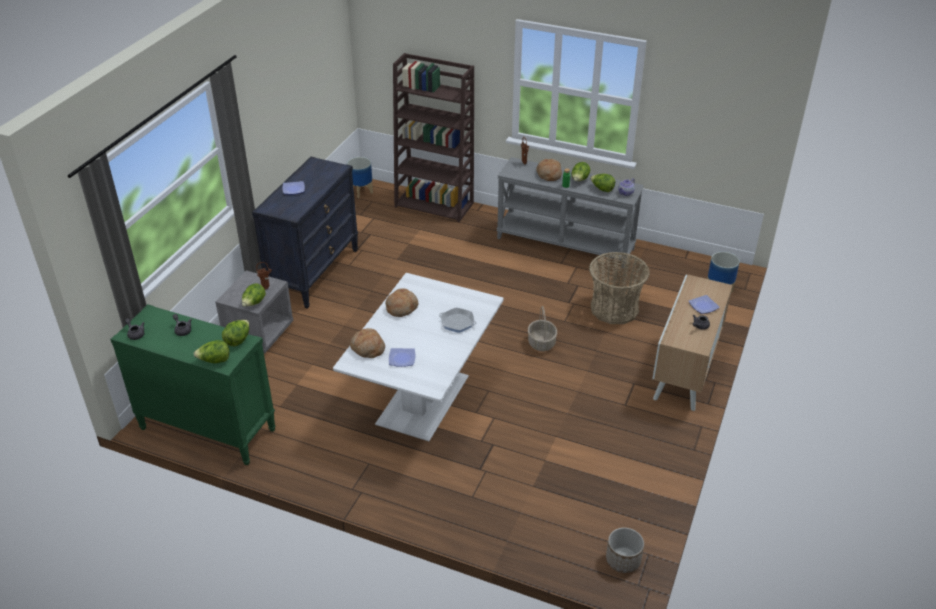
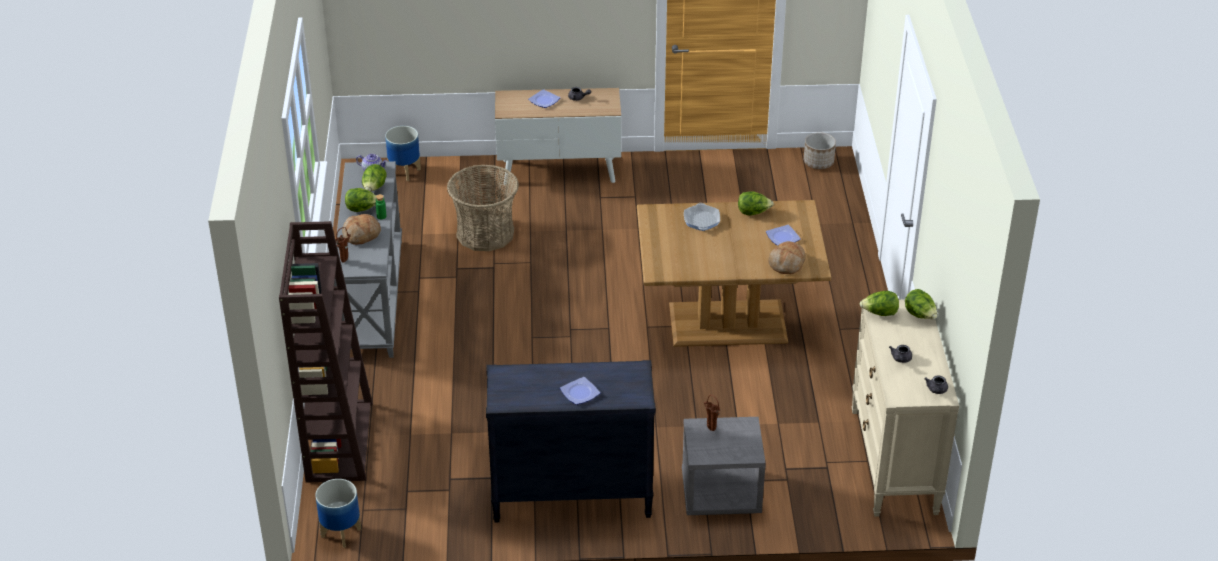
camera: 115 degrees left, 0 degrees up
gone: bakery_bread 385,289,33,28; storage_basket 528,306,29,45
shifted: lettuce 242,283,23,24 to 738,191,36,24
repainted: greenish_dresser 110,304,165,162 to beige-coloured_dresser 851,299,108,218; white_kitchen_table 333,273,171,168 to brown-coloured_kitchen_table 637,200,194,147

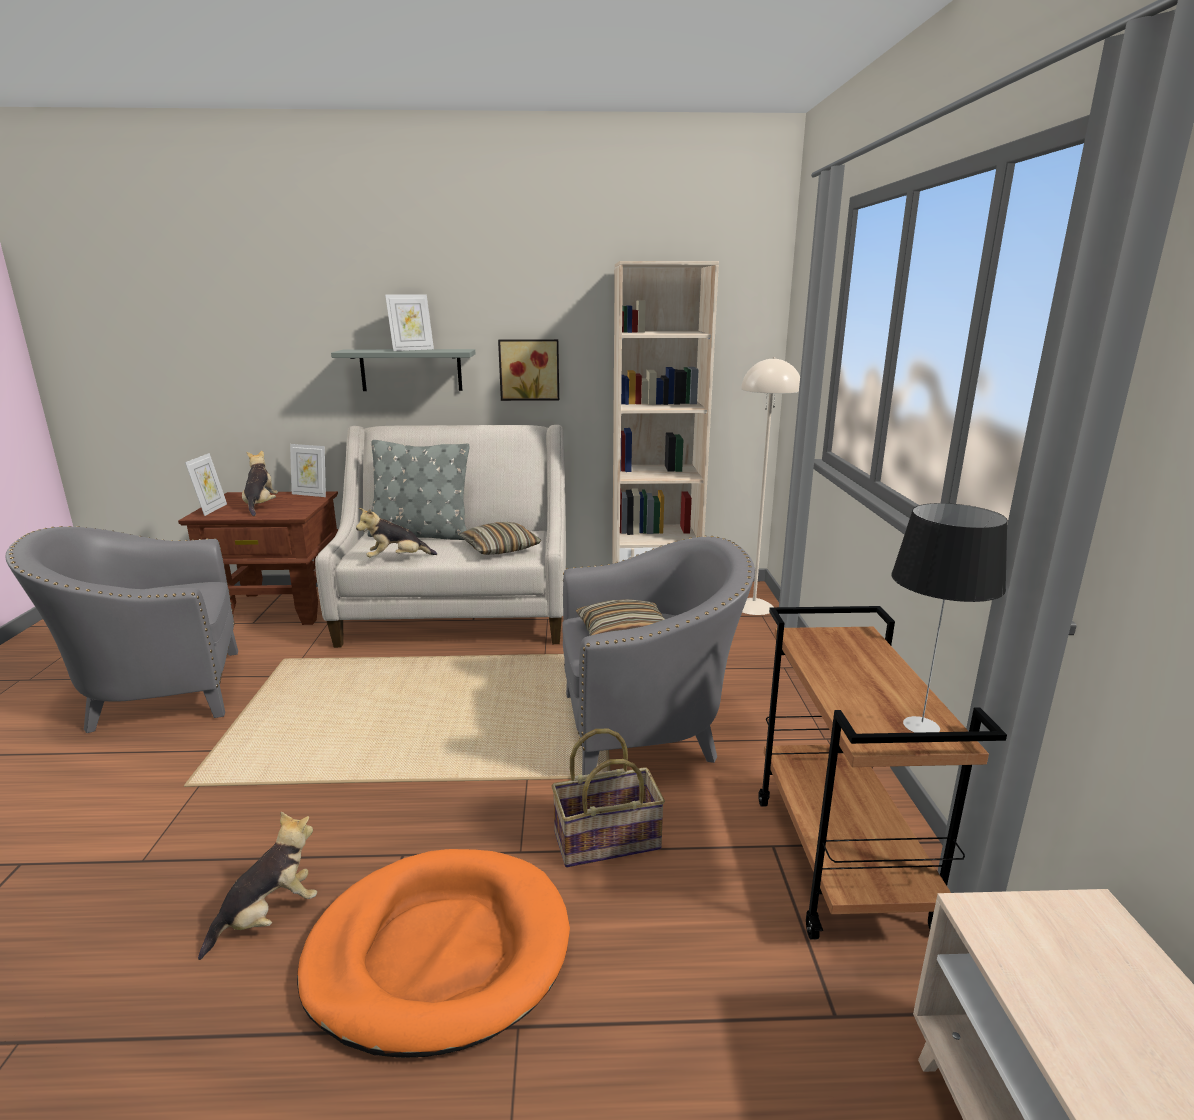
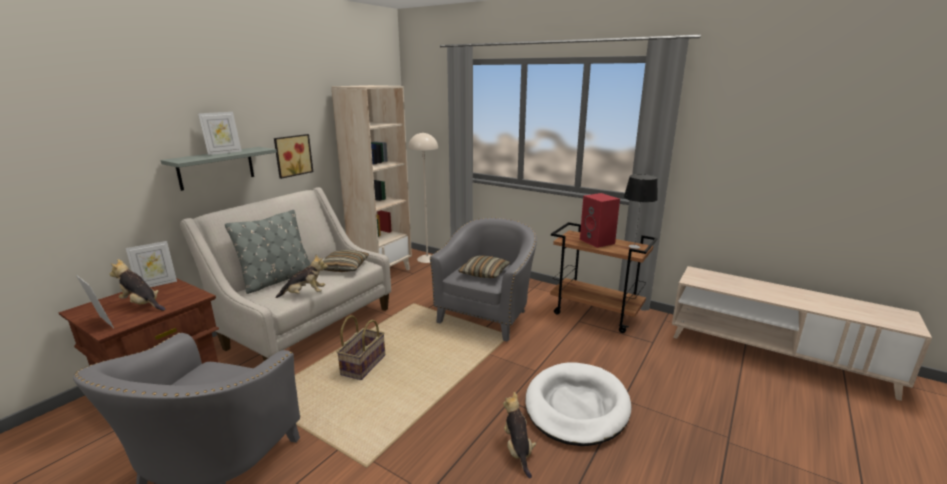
camera: 55 degrees left, 0 degrees up
new: red-coloured_speaker 580,193,40,55
shifted: storage_basket 551,729,114,138 to 337,315,48,65
repainted: orange_pet_bed 297,849,273,209 to white_pet_bed 525,363,106,83
rotated: cuddly_toy 356,508,81,50 = 276,255,52,43 120 degrees counterclockwise; standing_frame 385,295,49,56 = 198,112,44,43 45 degrees clockwise

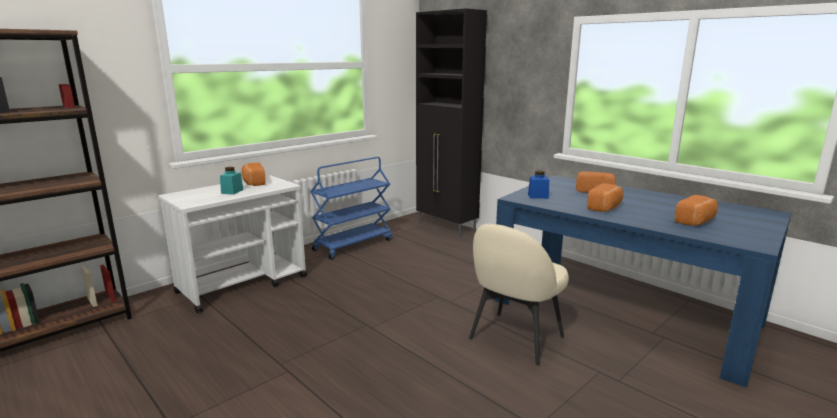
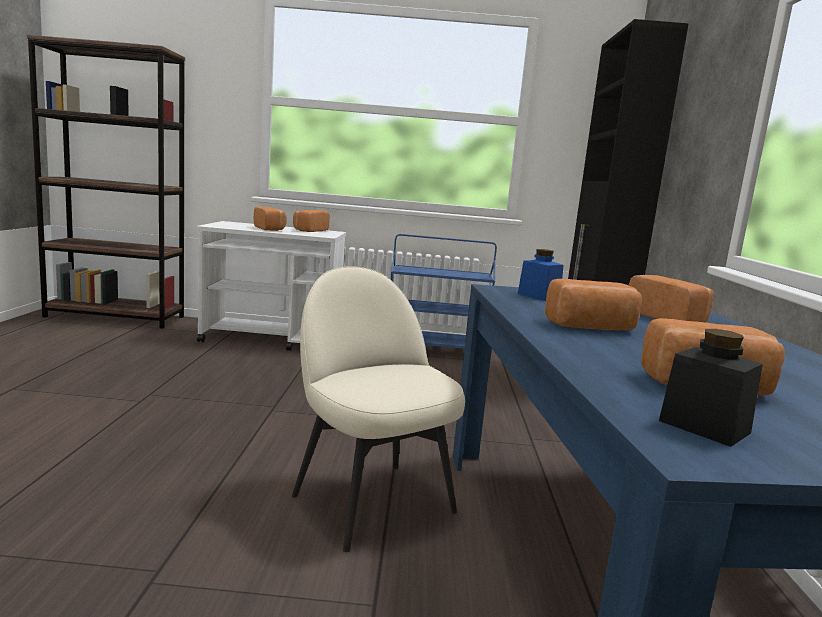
camera: 45 degrees right, 5 degrees down
new: black_preserve_jar 659,329,104,118
swapped: turquoise-coloured_preserve_jar 220,167,23,28 to bakery_bread 254,207,33,24
rotated: beige-coloured_plain_chair 469,224,100,141 = 292,266,173,286 60 degrees clockwise

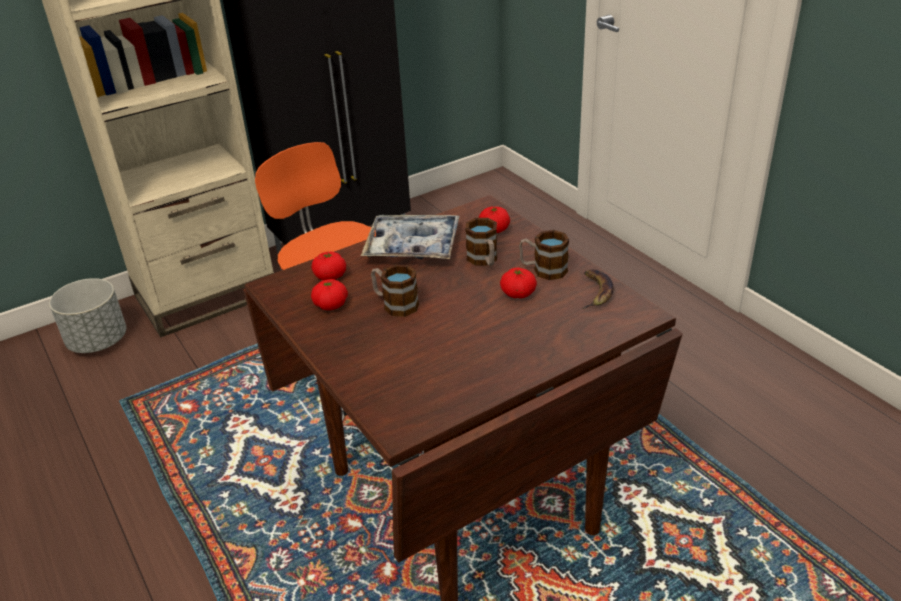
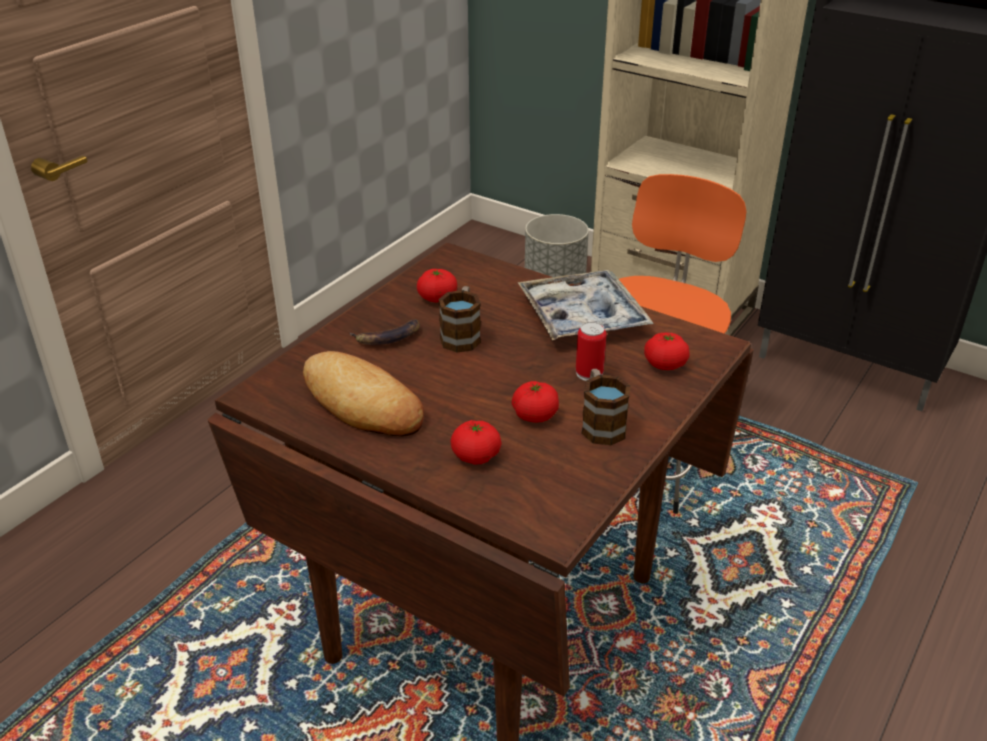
camera: 65 degrees right, 0 degrees up
new: bakery_bread 303,351,121,86
shifted: fresh_tomato 312,252,34,28 to 450,420,51,45; banana 582,270,31,39 to 350,319,70,26
swapped: tea_mug 465,218,32,48 to sealed_can 576,322,31,59

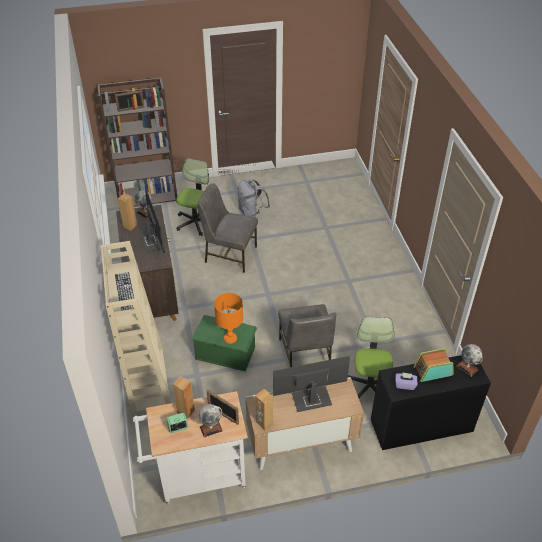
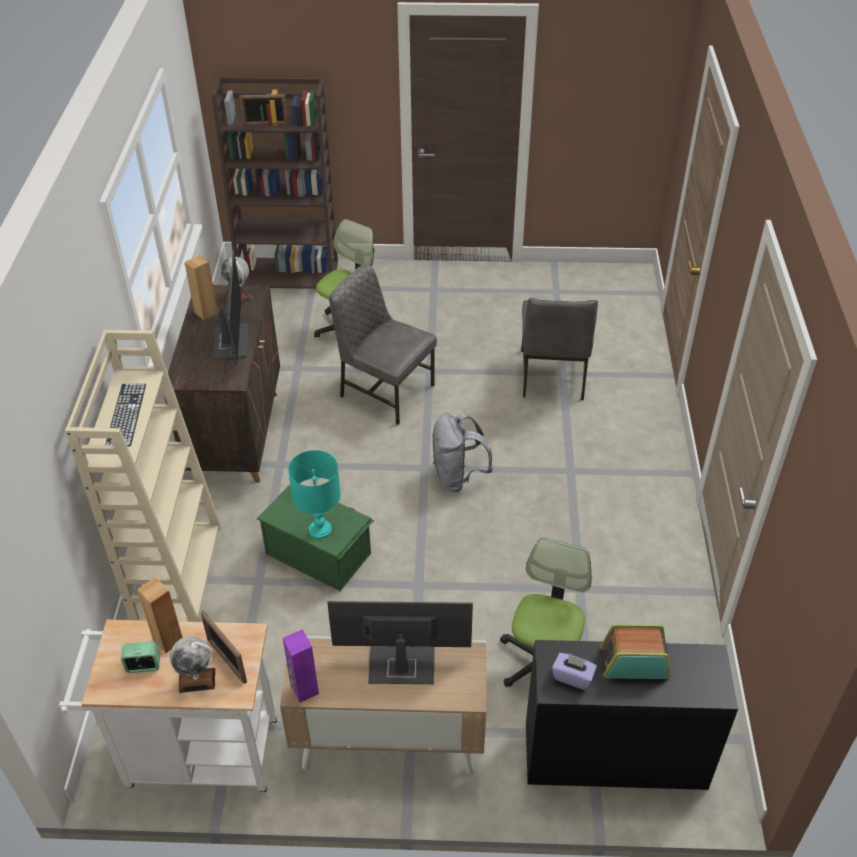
camera: 15 degrees right, 0 degrees up
gone: globe 457,344,26,33
shifted: grey_rucksack 238,179,32,39 to 433,413,60,79; grey_plain_chair 278,304,59,63 to 521,298,77,103
repainted: orange_lamp_for_a_table 214,293,29,51 to turquoise-coloured_lamp_for_a_table 288,450,53,89; brown-coloured_speaker 255,389,18,41 to purple_speaker 283,629,36,73

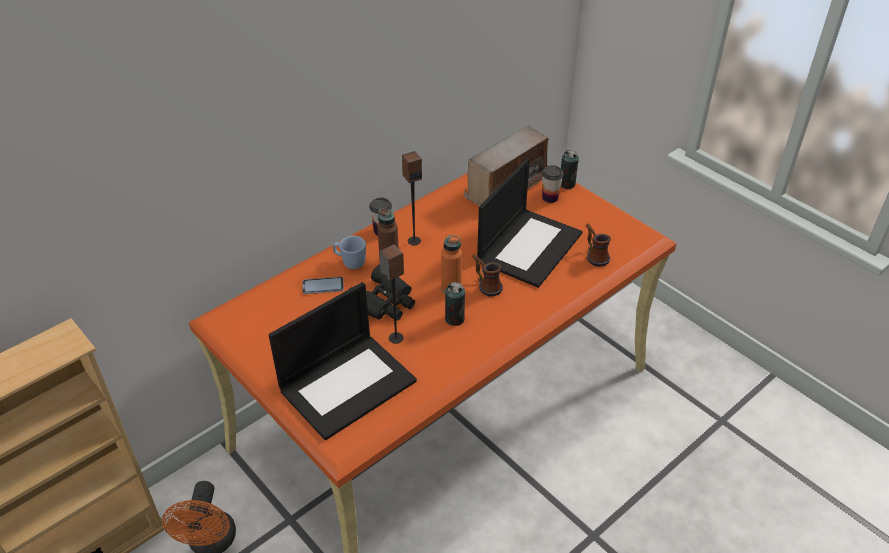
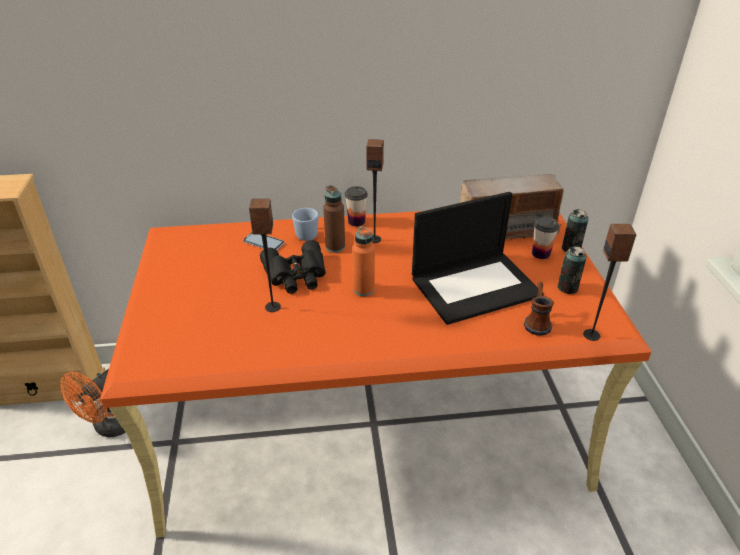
camera: 35 degrees right, 5 degrees down
gone: notebook_computer 268,282,149,158; tea_mug 472,254,31,42
new: speaker 583,224,54,117
shifted: sealed_can 445,282,20,44 to 557,246,30,48

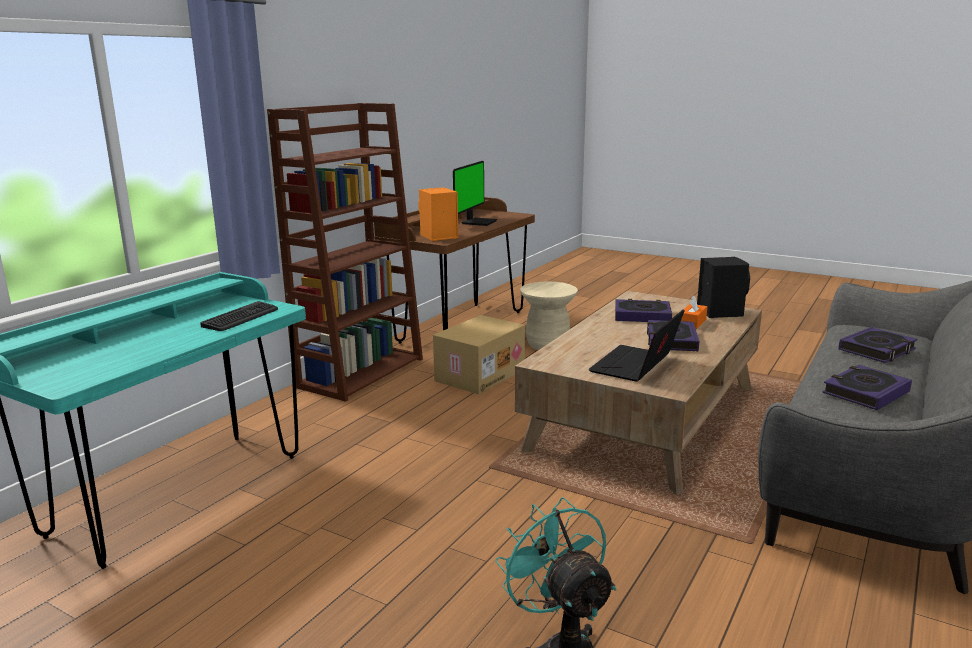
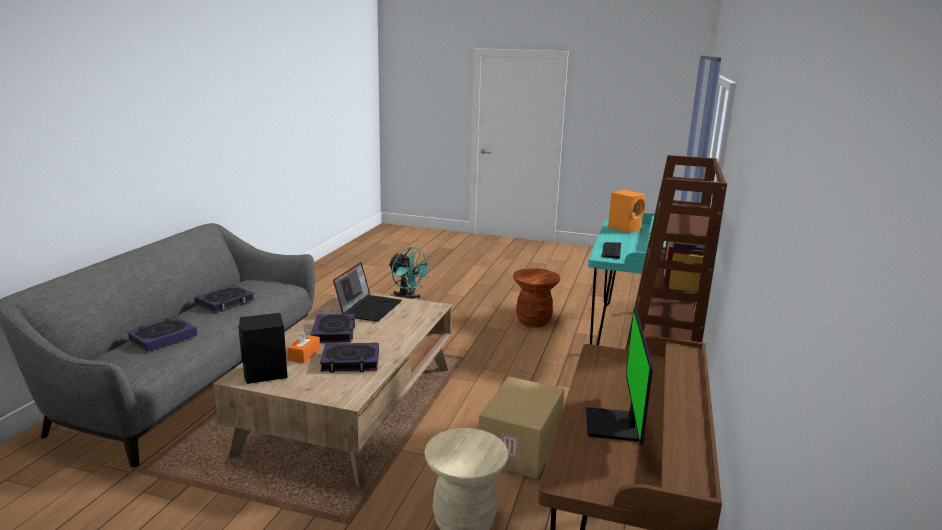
camera: 165 degrees right, 0 degrees up
new: brown-coloured_stool_seat 513,268,47,59
shifted: orange_speaker 418,187,40,54 to 608,190,38,43

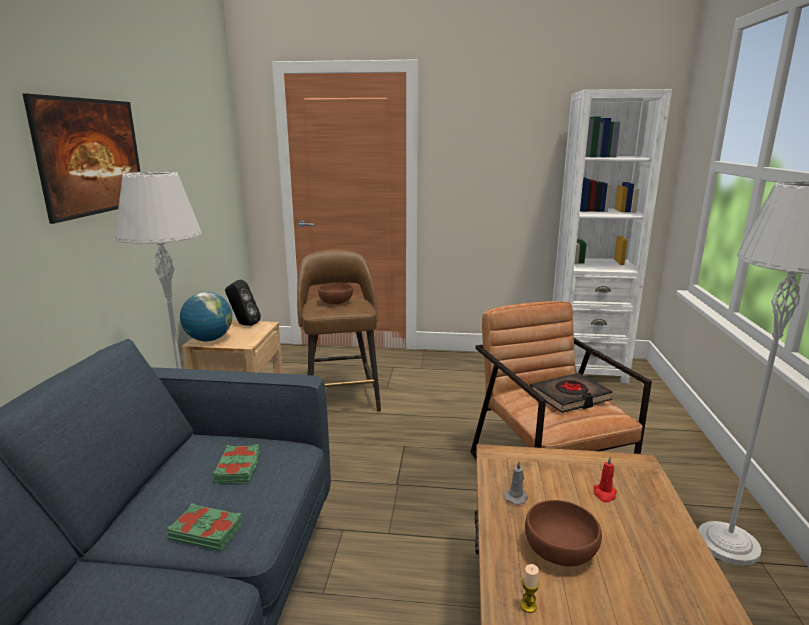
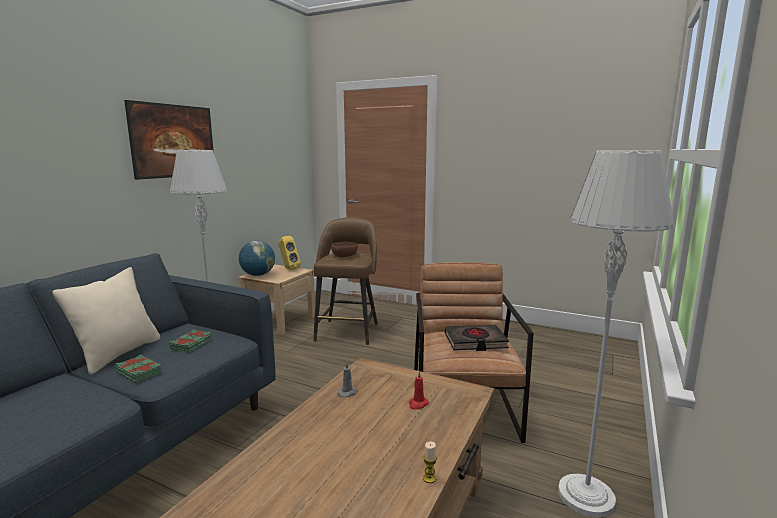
camera: 20 degrees right, 5 degrees down
gone: brown-coloured_deep_dish 525,500,77,66; white_bookcase 553,89,119,295
new: beige-coloured_pillow 52,267,108,108
shifted: wax_candle 520,564,19,49 to 423,442,14,41
repainted: black_speaker 225,280,36,46 to yellow-coloured_speaker 278,236,23,34

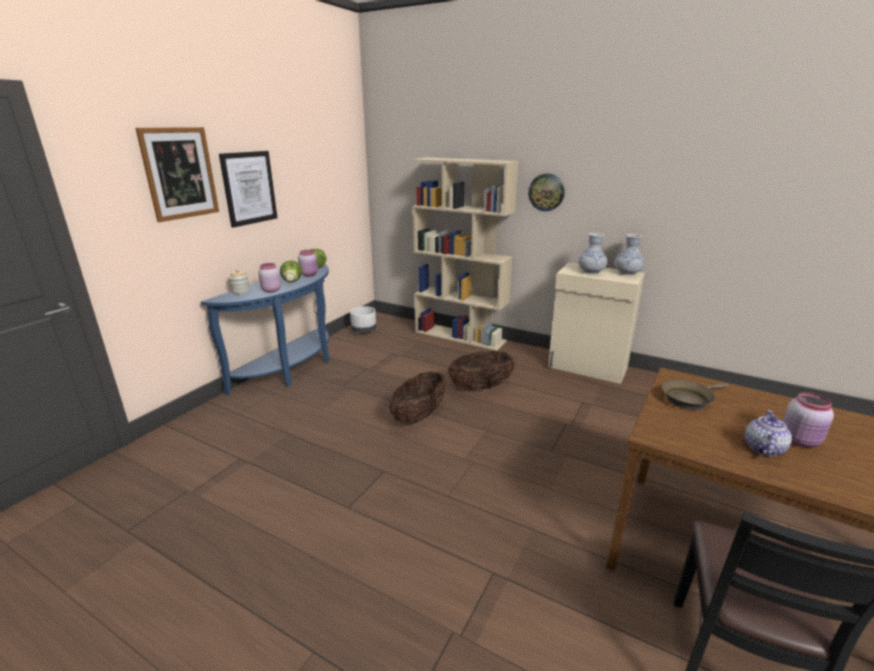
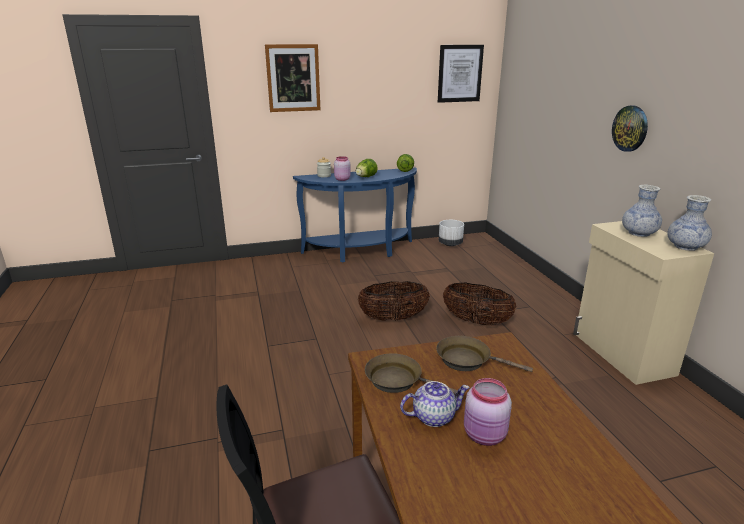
camera: 45 degrees right, 0 degrees up
gone: pink_preserve_jar 298,250,20,26; beige-coloured_bookcase 412,157,107,194
new: brown-coloured_skillet 365,353,93,41
shifted: wall_picture 219,151,58,77 to 438,45,46,58

